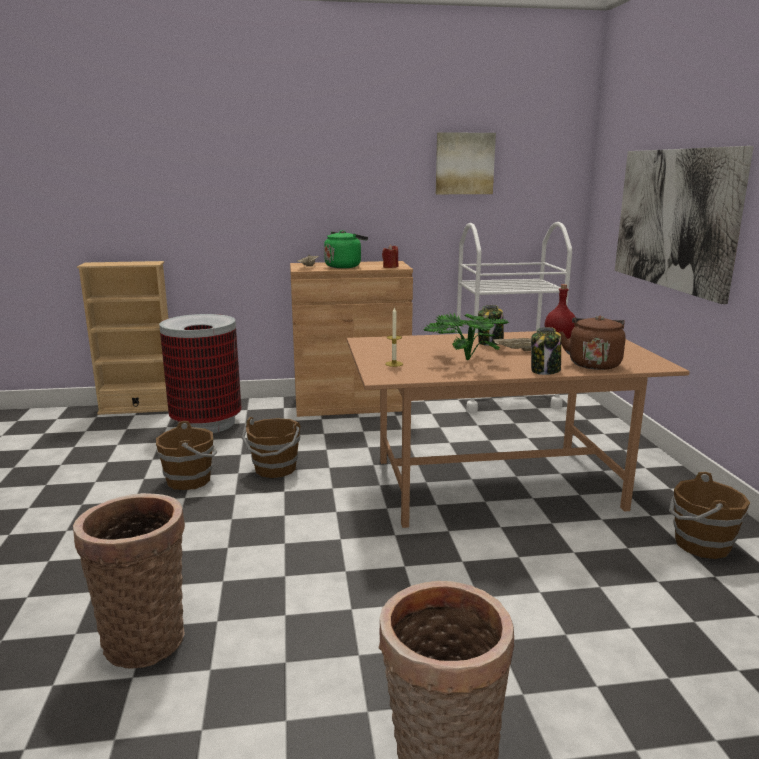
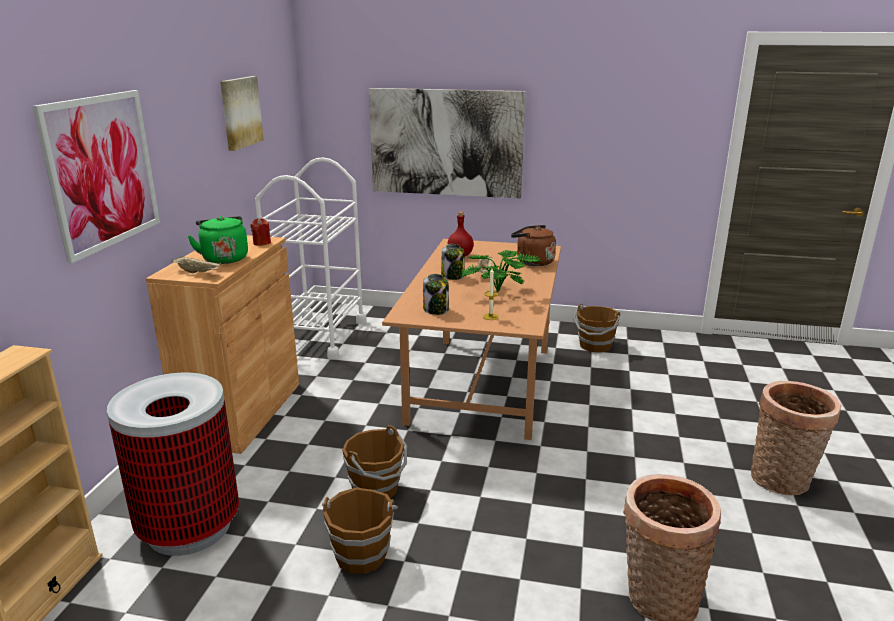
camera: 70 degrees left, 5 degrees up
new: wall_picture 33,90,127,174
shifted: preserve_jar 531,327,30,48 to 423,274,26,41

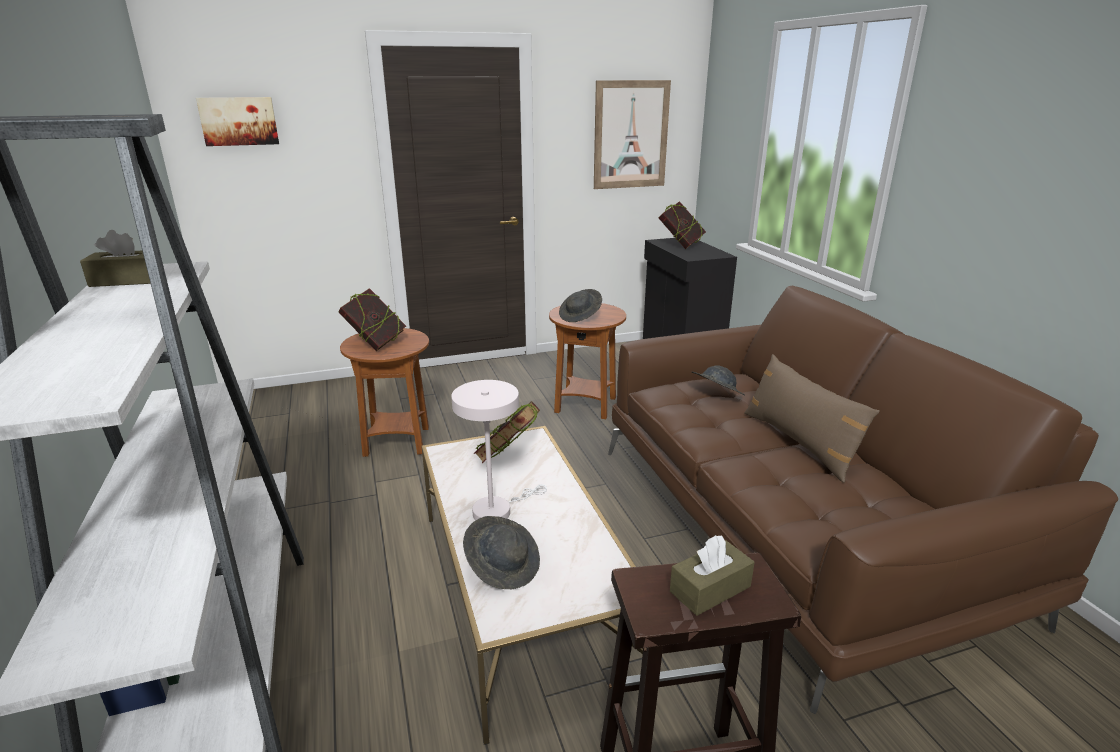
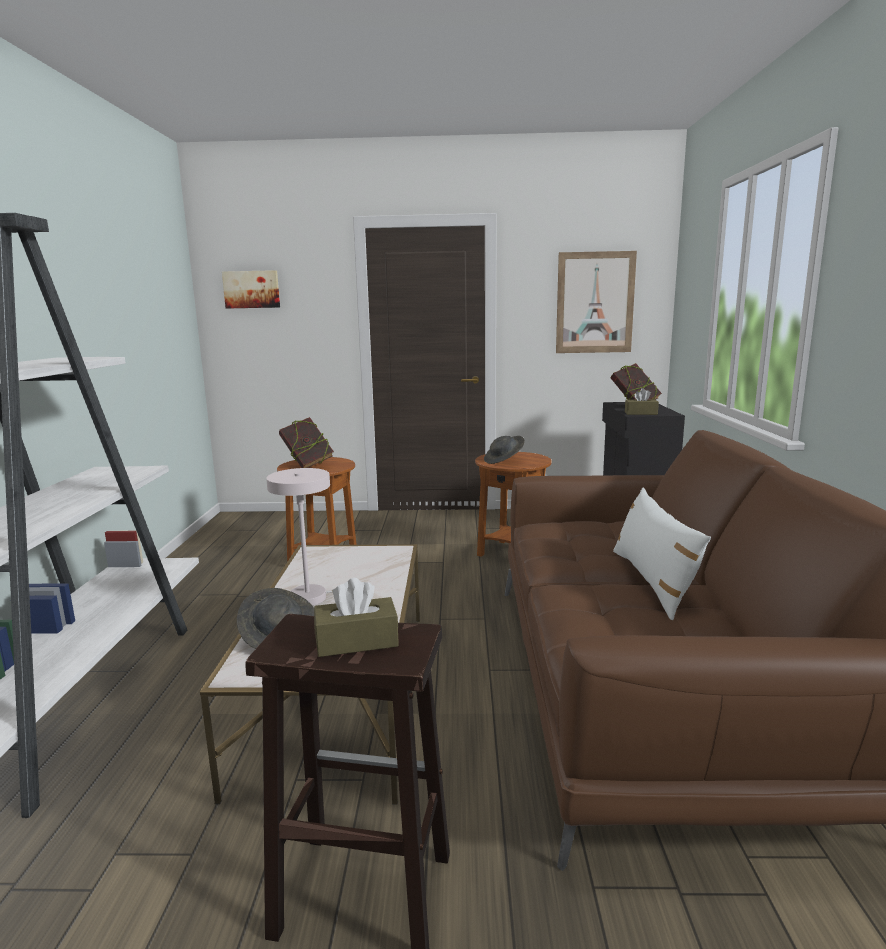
camera: 20 degrees right, 10 degrees down
gone: volume 474,401,66,62; grey_clothing_hat 692,365,53,30
shifted: brown-coloured_tissue_box 80,230,71,57 to 625,388,34,27
repainted: brown-coloured_pillow 744,354,136,129 to white_pillow 613,488,98,132

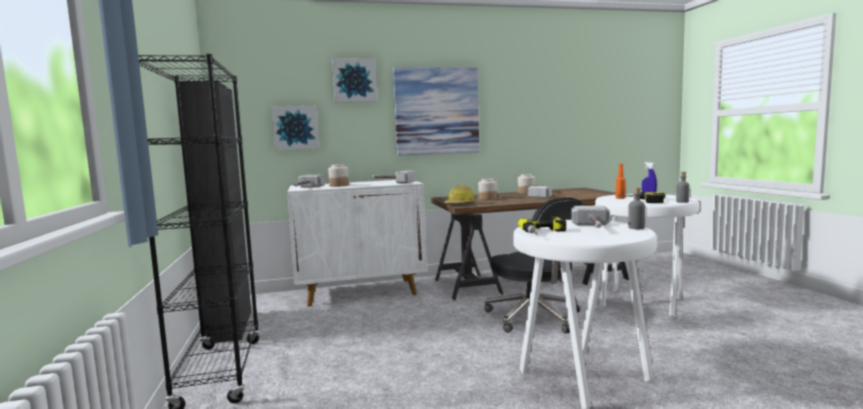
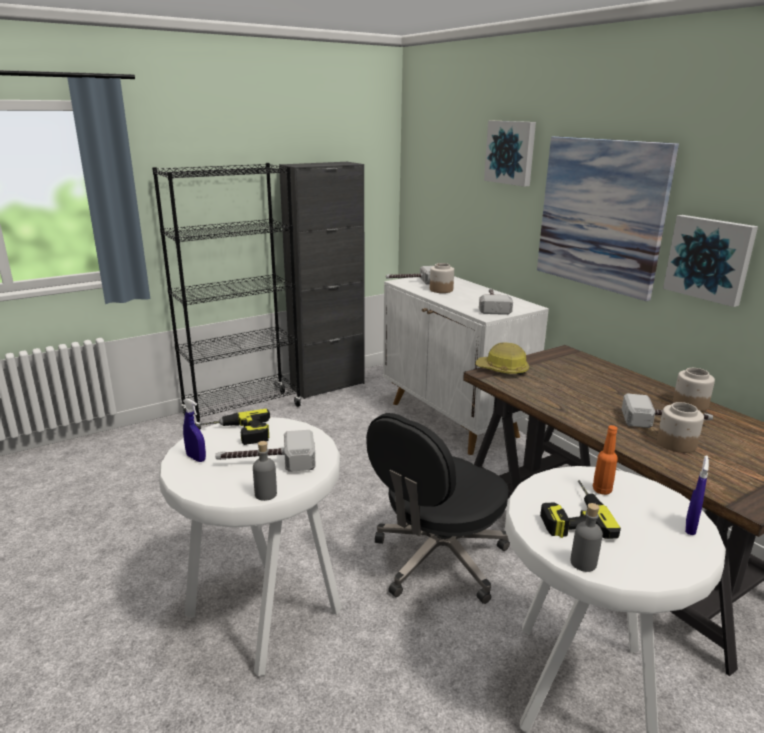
camera: 70 degrees right, 15 degrees up
new: blue_hand_sprayer 183,398,23,64
shifted: wall_picture 272,105,47,45 to 663,215,95,92; preserve_jar 478,178,19,22 to 657,402,47,51

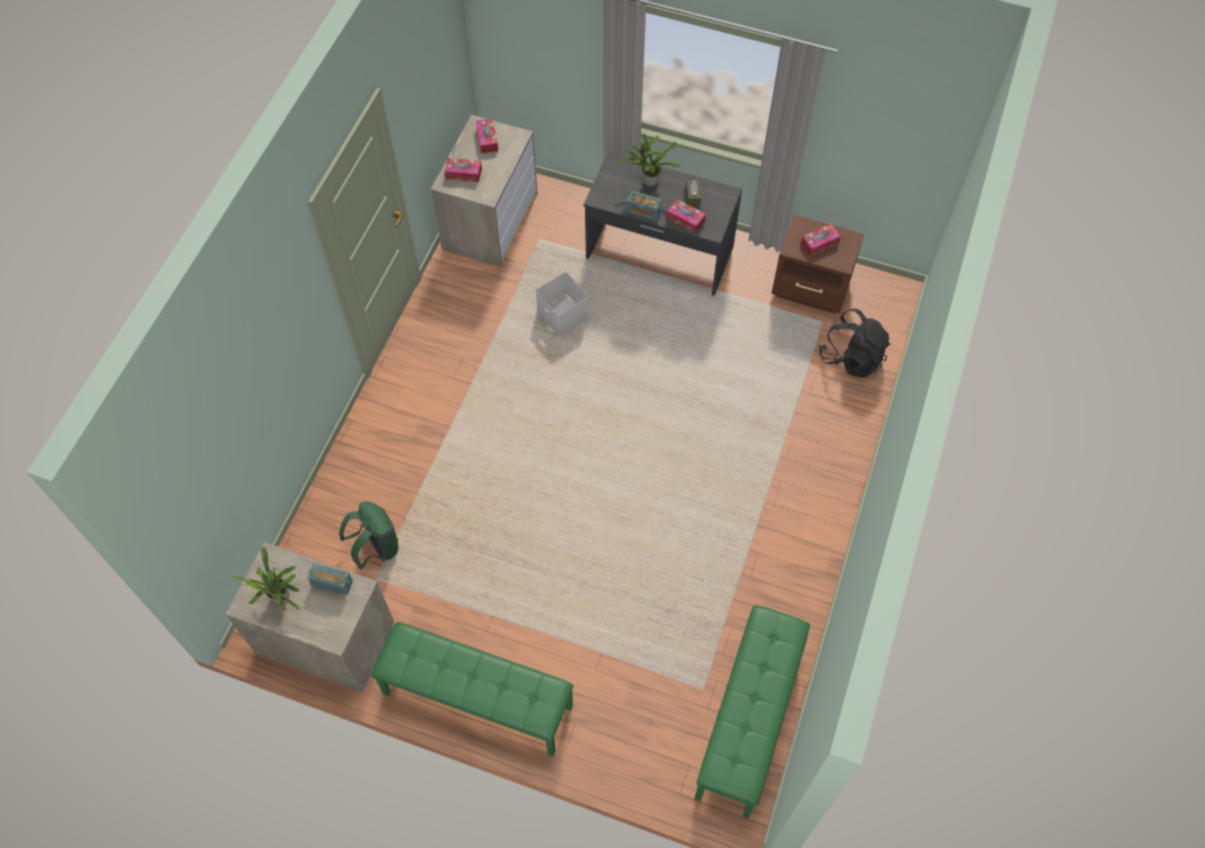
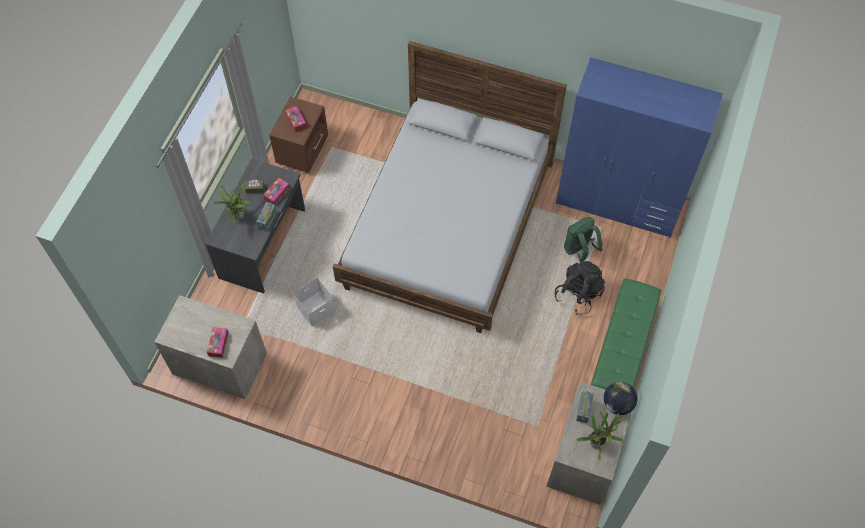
camera: 90 degrees left, 0 degrees up
gone: tissue_box 476,118,22,35
new: bed 333,41,234,292; globe 604,381,34,34
shifted: greenish_rucksack 339,501,59,69 to 564,217,39,46; black_rucksack 819,309,72,69 to 555,261,50,54
swapped: greenish_bench 694,605,116,213 to blue_clothes_cupboard 556,57,167,181

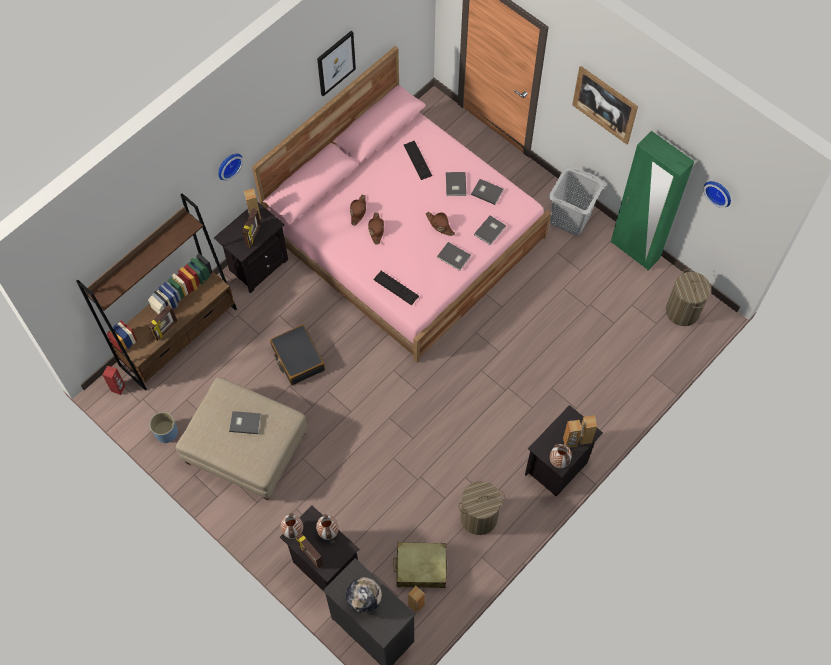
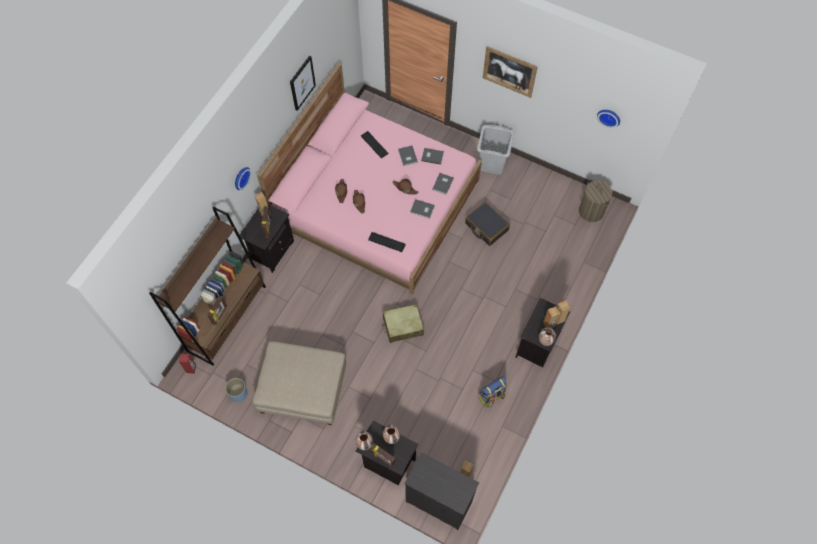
camera: 15 degrees left, 0 degrees up
gone: grey_volume 229,411,32,23; globe 346,577,36,37; greenish_clothes_cupboard 611,131,83,139
shifted: black_suitcase 270,325,55,60 to 465,202,45,44; beige-coloured_suitcase 393,542,54,46 to 382,304,42,39
swapped: hamper 458,481,47,54 to rucksack 478,376,29,32

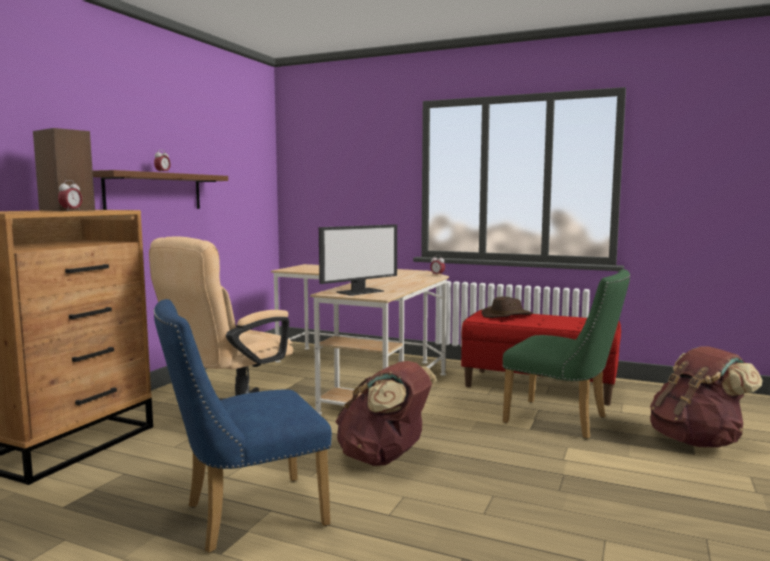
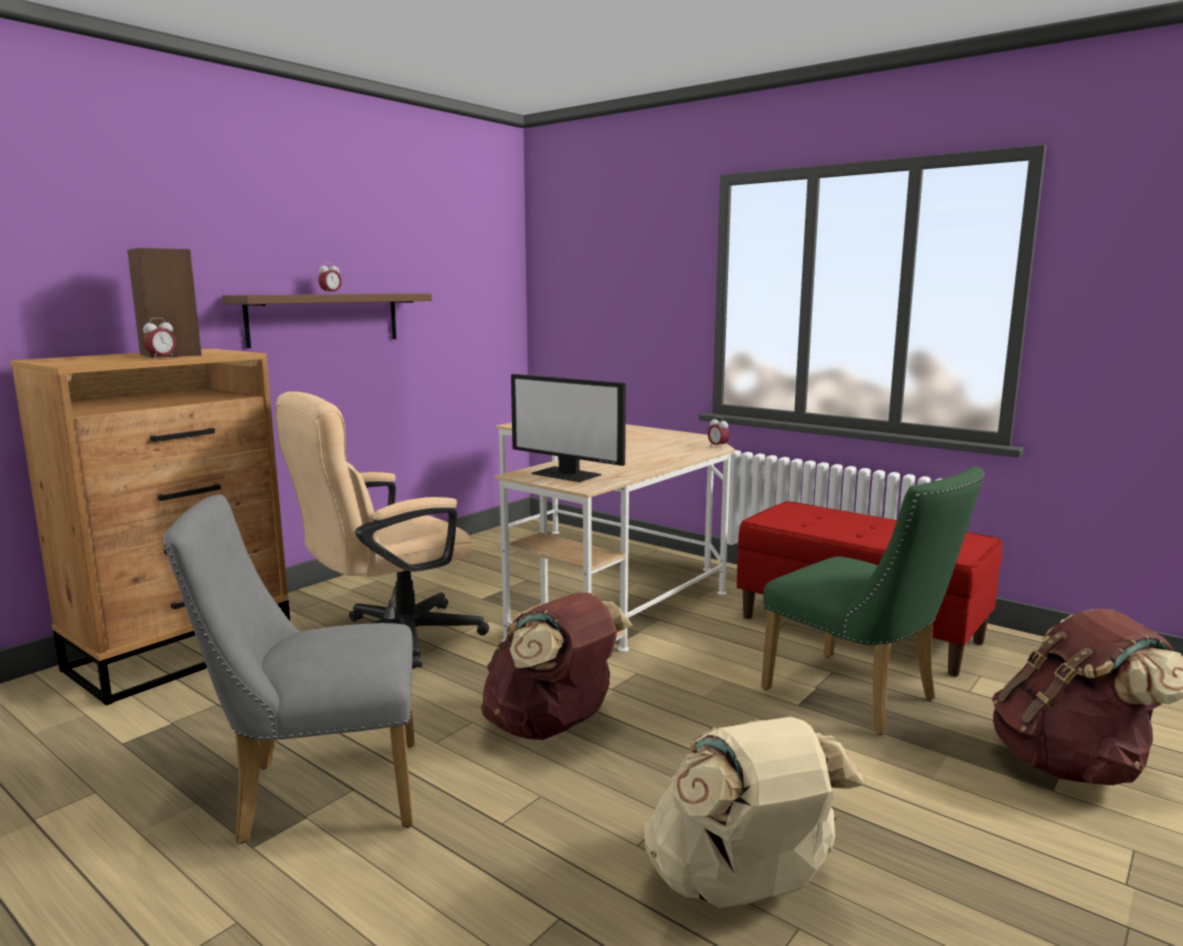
camera: 15 degrees right, 5 degrees up
gone: brown-coloured_clothing_hat 482,297,51,21
new: beige-coloured_rucksack 644,717,221,191
repainted: blue_plain_chair 154,299,178,254 to grey_plain_chair 163,494,252,350
rotated: computer_display 319,224,78,72 = 511,374,115,108 60 degrees clockwise

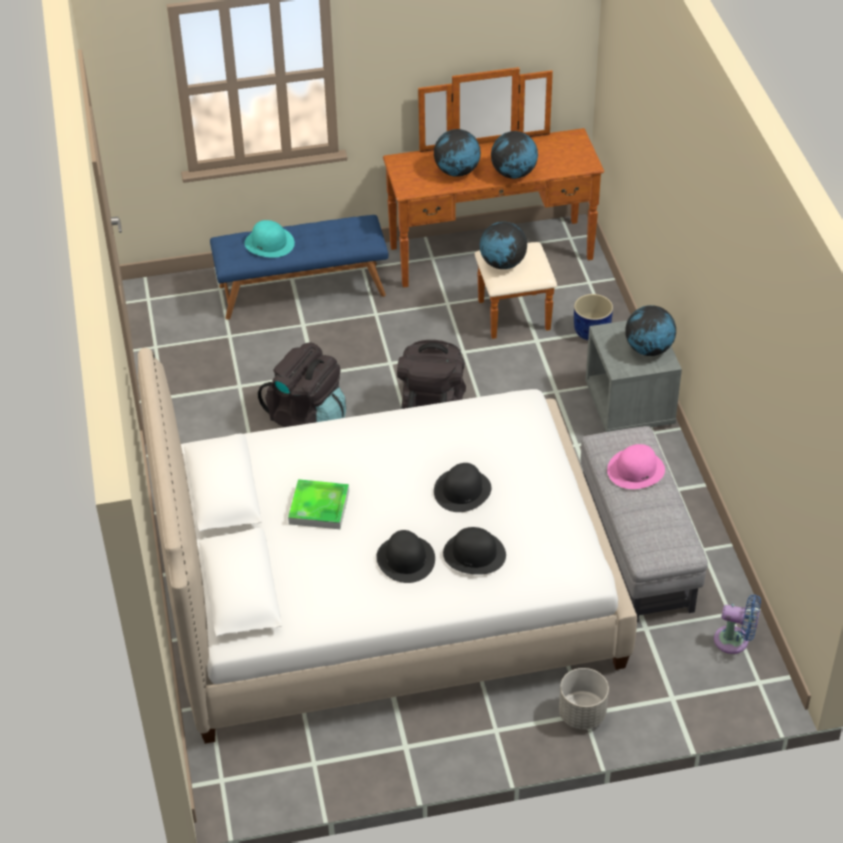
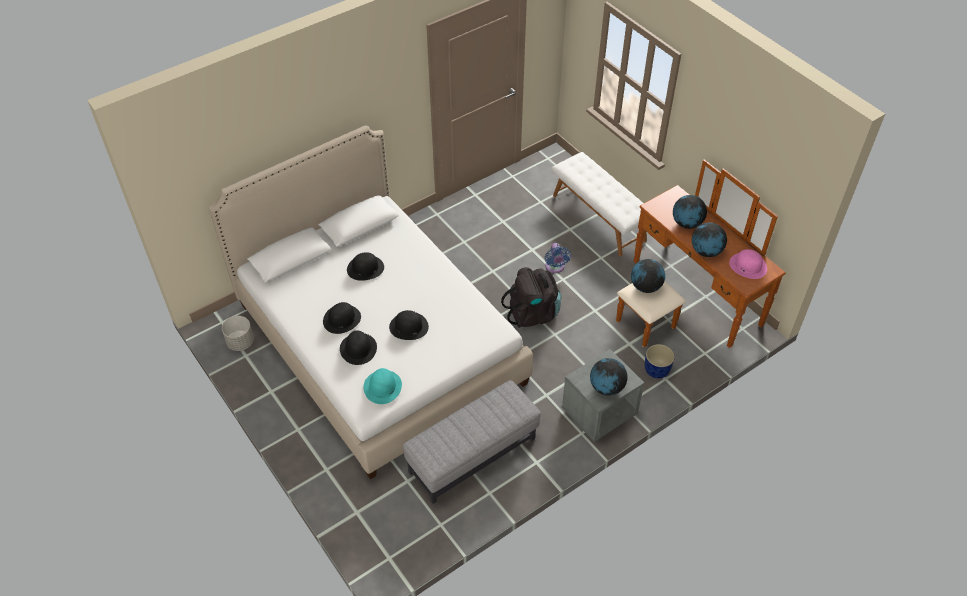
camera: 65 degrees right, 5 degrees up
gone: black_rucksack 258,342,88,85
shifted: turquoise-coloured_clothing_hat 244,220,51,38 to 363,368,39,36; grey_planter 559,668,50,62 to 222,316,32,35; pink_clothing_hat 607,444,58,45 to 729,249,38,30; blue_cooling_fan 714,595,47,59 to 545,243,26,30
swapped: serving_tray 288,479,61,50 to black_clothing_hat 347,252,37,29
repainted: blue_bench 210,215,179,105 to white_bench 552,152,95,104

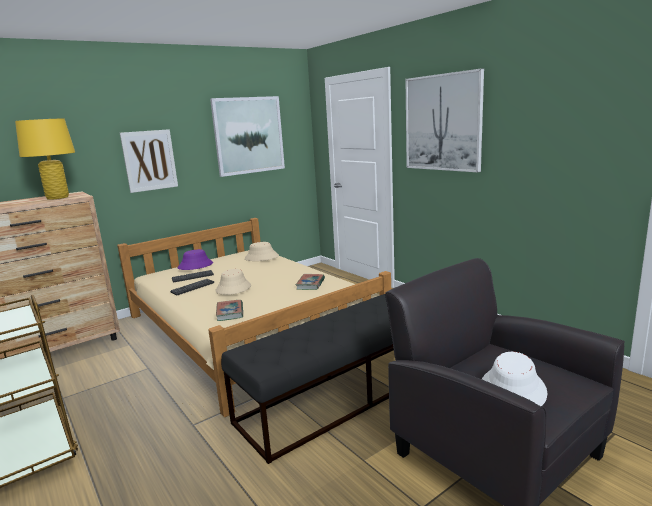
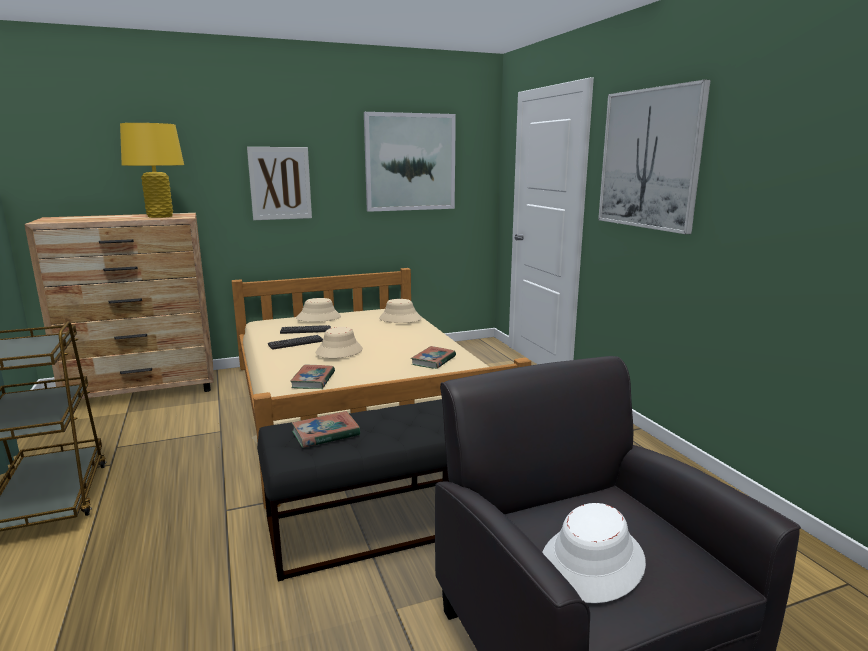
camera: 15 degrees right, 0 degrees up
new: volume 292,411,68,37
repainted: purple_clothing_hat 177,249,36,21 to beige-coloured_clothing_hat 296,298,45,24

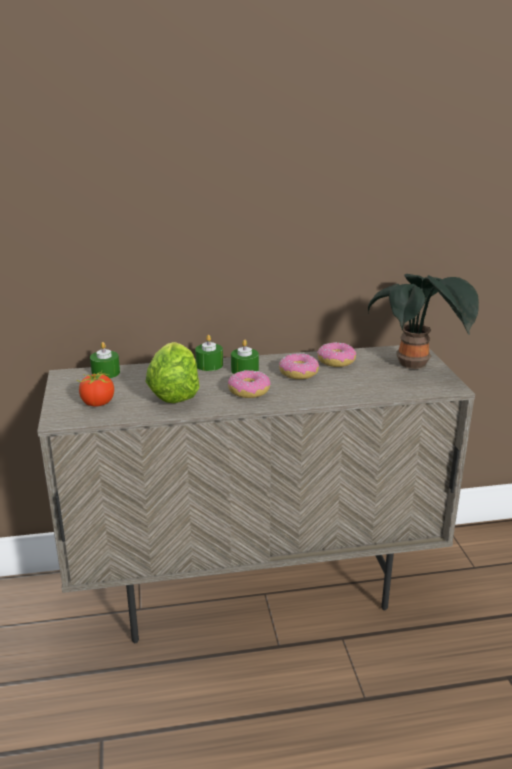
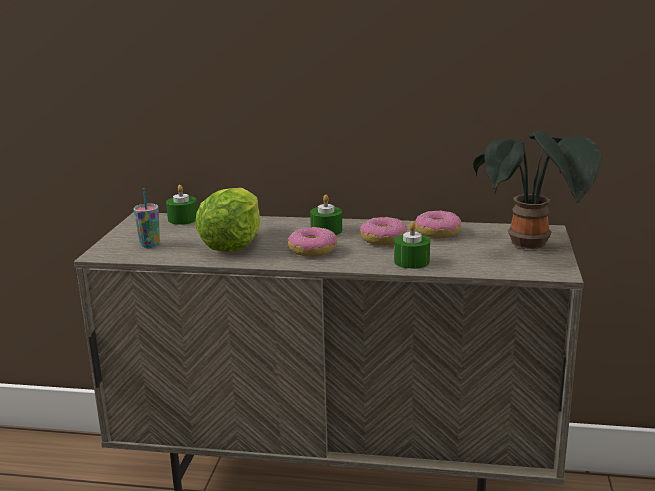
camera: 20 degrees right, 5 degrees down
shifted: greenish_wax_candle 195,335,28,36 to 394,222,36,47
swapped: fresh_tomato 77,371,37,36 to cup 134,188,26,60

